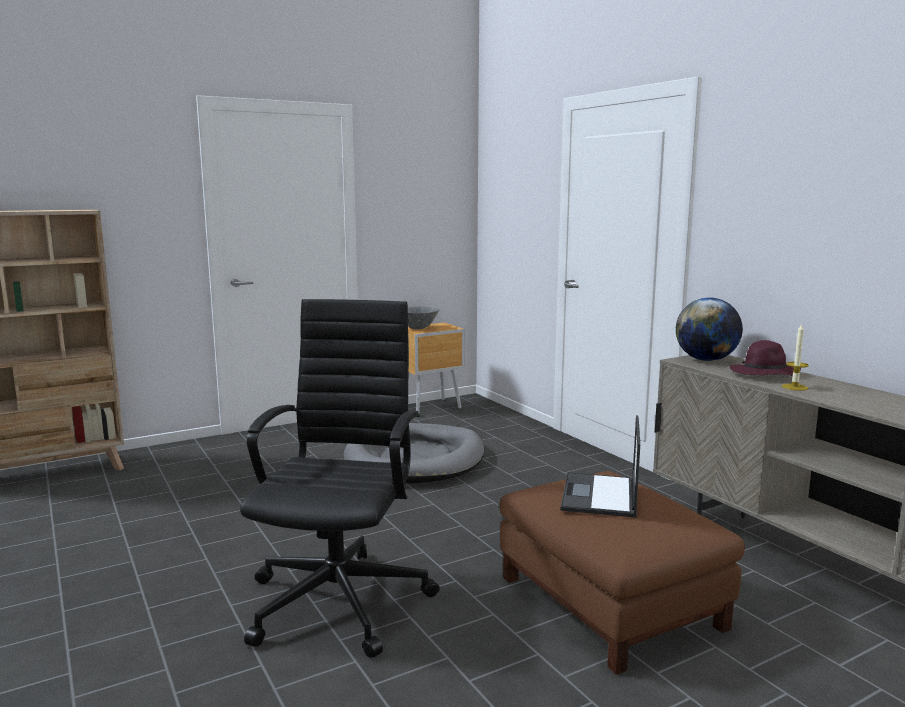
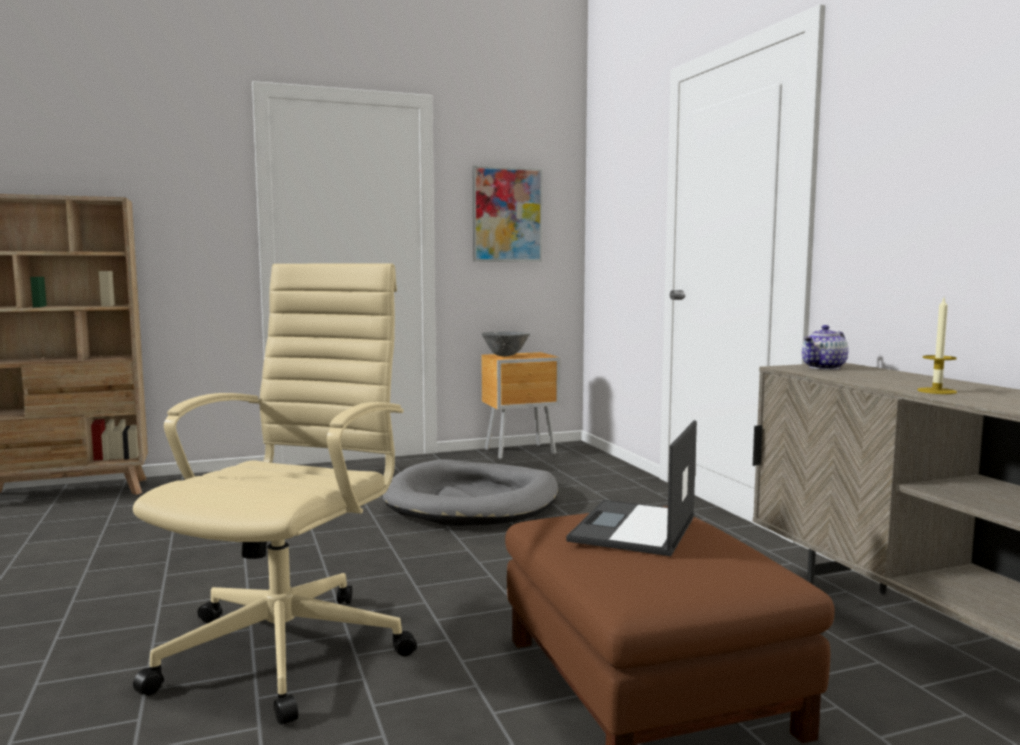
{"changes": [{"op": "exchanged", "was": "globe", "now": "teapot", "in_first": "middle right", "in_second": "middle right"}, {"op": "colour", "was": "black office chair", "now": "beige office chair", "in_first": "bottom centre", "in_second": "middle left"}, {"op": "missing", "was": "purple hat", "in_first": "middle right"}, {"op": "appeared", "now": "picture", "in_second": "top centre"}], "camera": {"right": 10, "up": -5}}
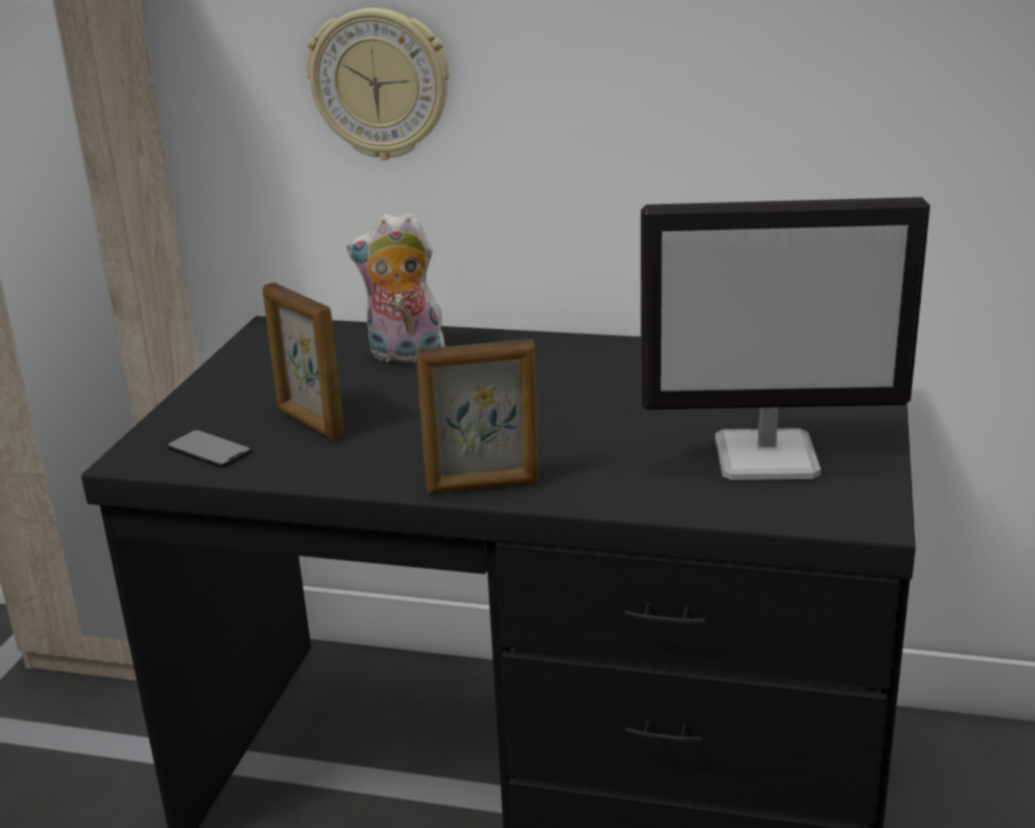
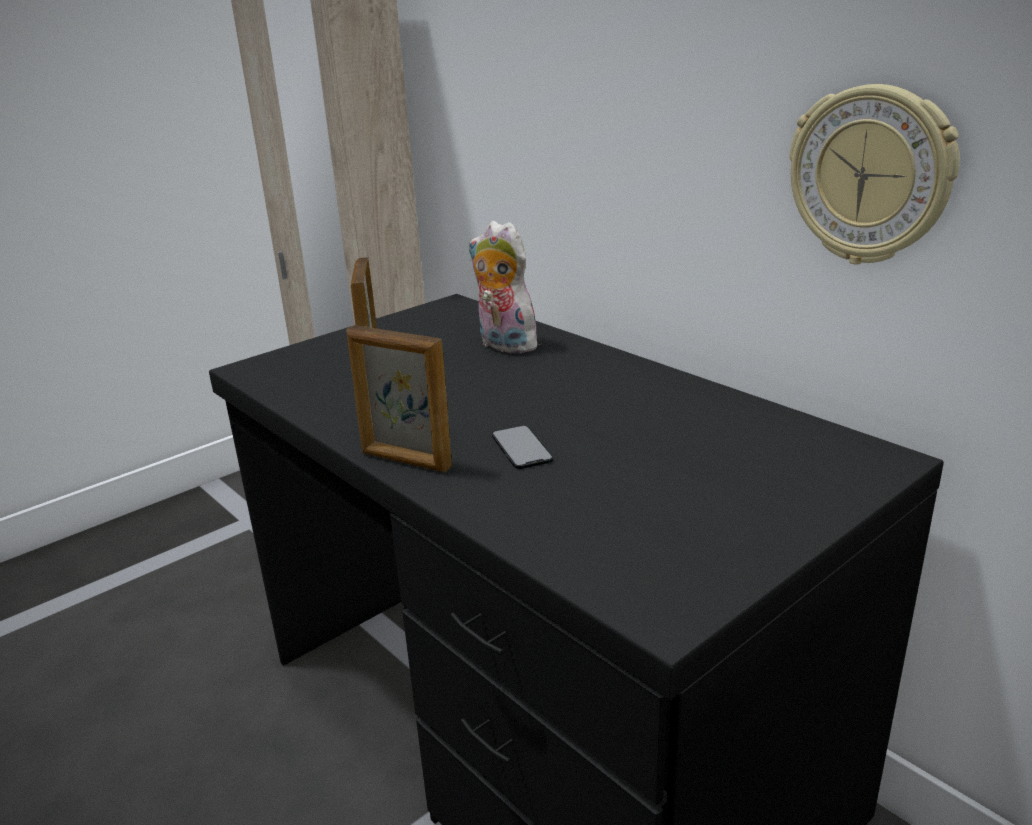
{"changes": [{"op": "relocated", "was": "wall clock", "in_first": "top centre", "in_second": "top right"}, {"op": "missing", "was": "monitor", "in_first": "middle right"}, {"op": "relocated", "was": "phone", "in_first": "middle left", "in_second": "centre"}], "camera": {"right": 35, "up": 0}}
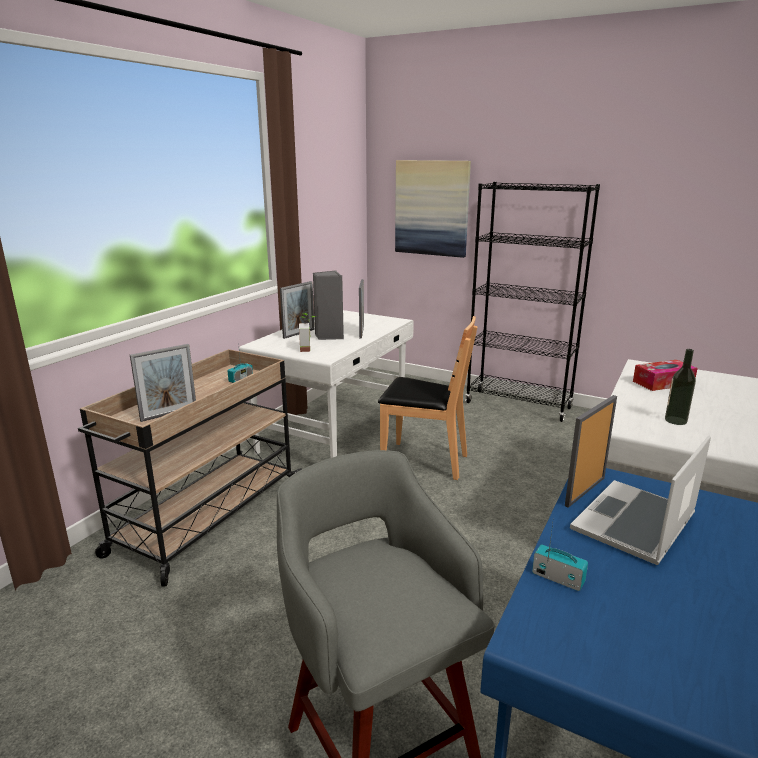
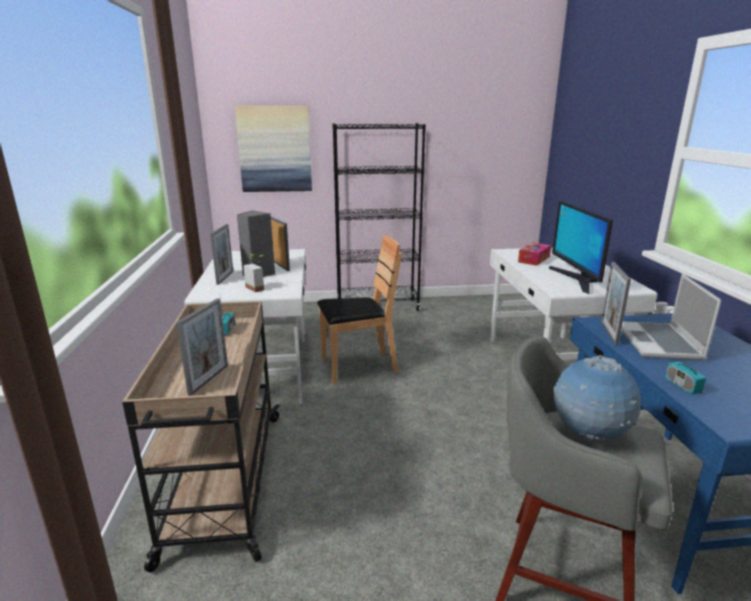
{"changes": [{"op": "exchanged", "was": "bottle", "now": "monitor", "in_first": "middle right", "in_second": "middle right"}, {"op": "spun", "was": "radio (no. 2 from left)", "in_first": "bottom right", "in_second": "middle right", "clockwise": -105}, {"op": "appeared", "now": "globe", "in_second": "middle right"}], "camera": {"right": -35, "up": 0}}
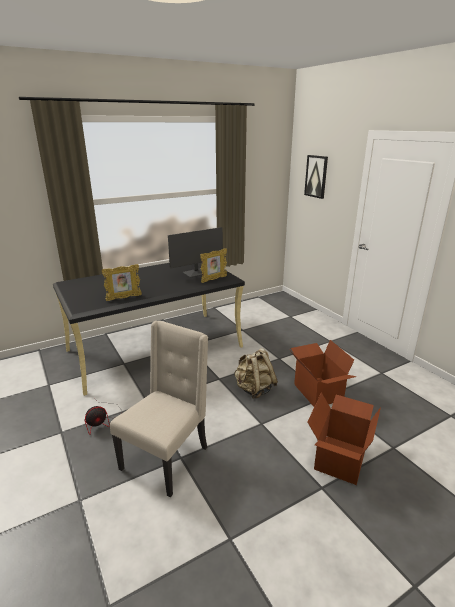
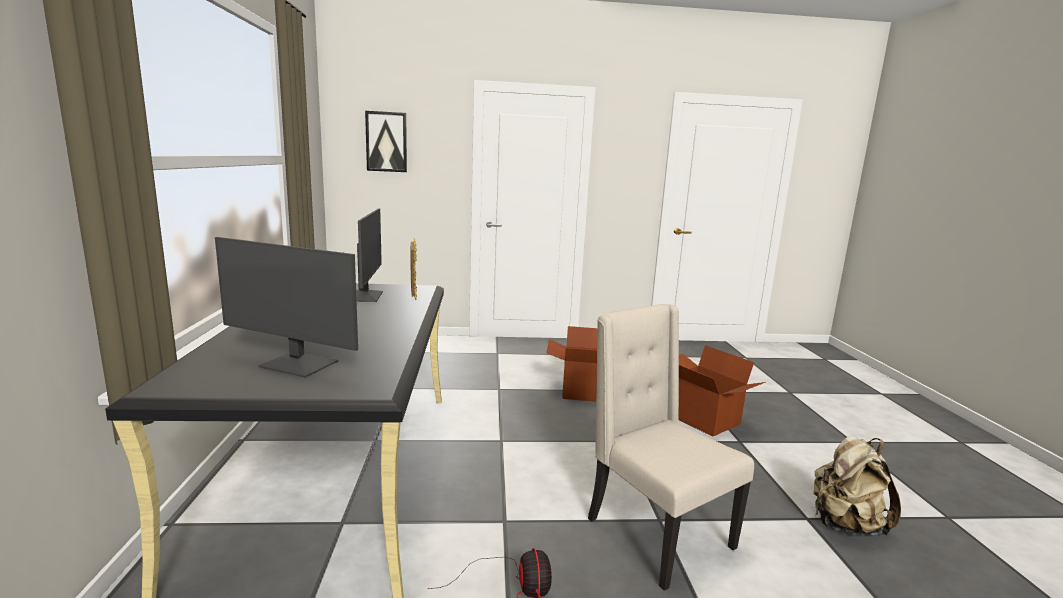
{"changes": [{"op": "missing", "was": "picture frame (no. 1 from left)", "in_first": "middle left"}, {"op": "relocated", "was": "beige backpack", "in_first": "centre", "in_second": "bottom right"}, {"op": "appeared", "now": "monitor (no. 1 from left)", "in_second": "middle left"}], "camera": {"right": -65, "up": -10}}
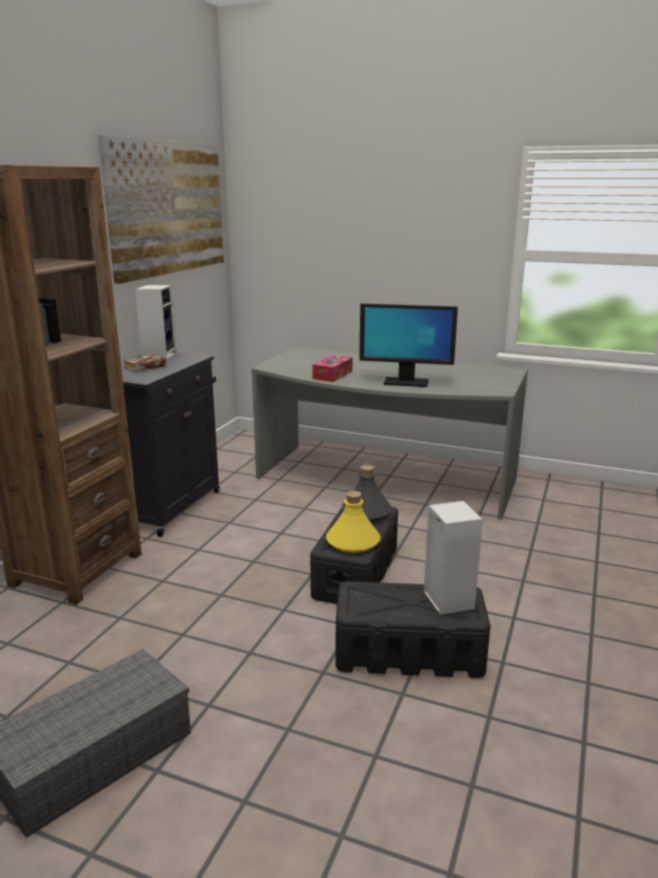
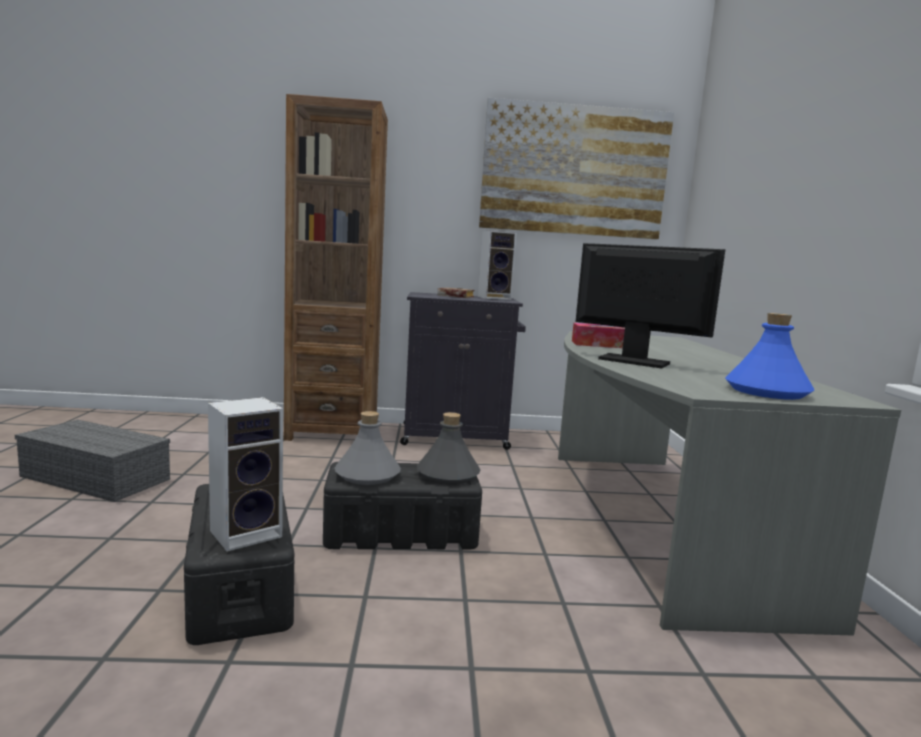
{"changes": [{"op": "spun", "was": "monitor", "in_first": "centre", "in_second": "middle right", "clockwise": 135}, {"op": "colour", "was": "yellow bottle", "now": "grey bottle (no. 1 from left)", "in_first": "centre", "in_second": "centre"}, {"op": "appeared", "now": "blue bottle", "in_second": "middle right"}], "camera": {"right": 65, "up": -10}}
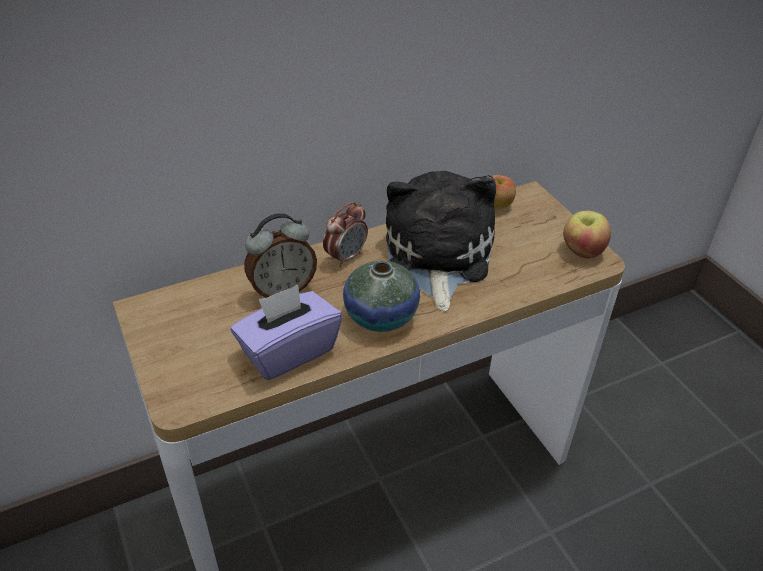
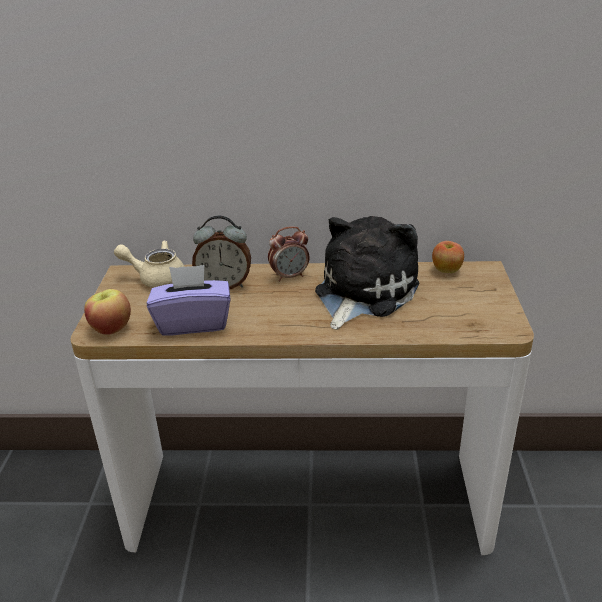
{"changes": [{"op": "relocated", "was": "apple (no. 2 from left in the first image)", "now": "apple (no. 1 from left)", "in_first": "middle right", "in_second": "middle left"}, {"op": "missing", "was": "vase", "in_first": "centre"}, {"op": "appeared", "now": "beige teapot", "in_second": "middle left"}], "camera": {"right": 30, "up": -10}}
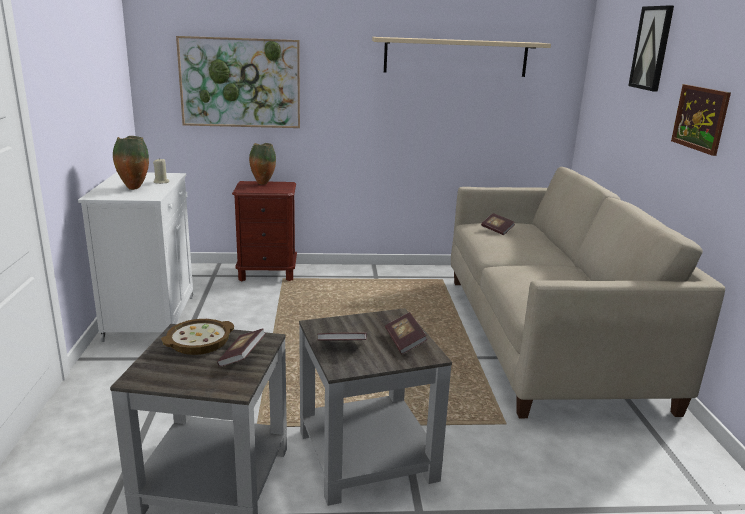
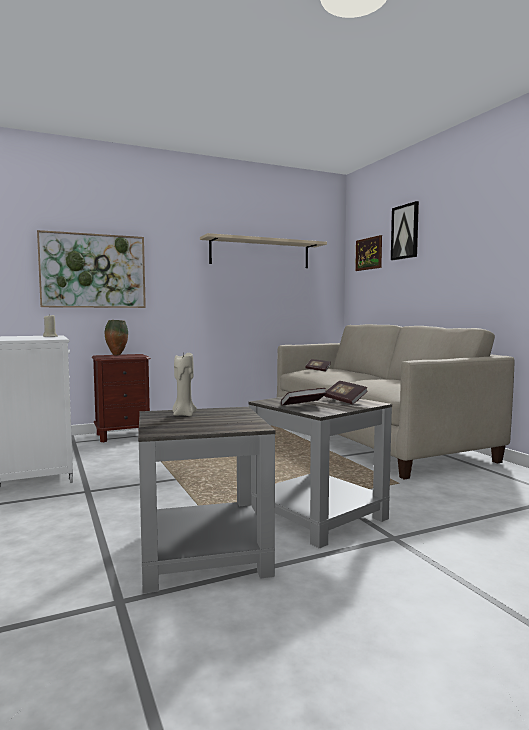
{"changes": [{"op": "relocated", "was": "picture (no. 3 from left in the first image)", "now": "picture (no. 2 from left)", "in_first": "top right", "in_second": "middle right"}, {"op": "missing", "was": "vase (no. 1 from left)", "in_first": "top left"}, {"op": "exchanged", "was": "bowl", "now": "beige candle (no. 2 from left)", "in_first": "middle left", "in_second": "centre"}, {"op": "missing", "was": "book (no. 1 from left)", "in_first": "bottom left"}], "camera": {"right": -20, "up": -15}}
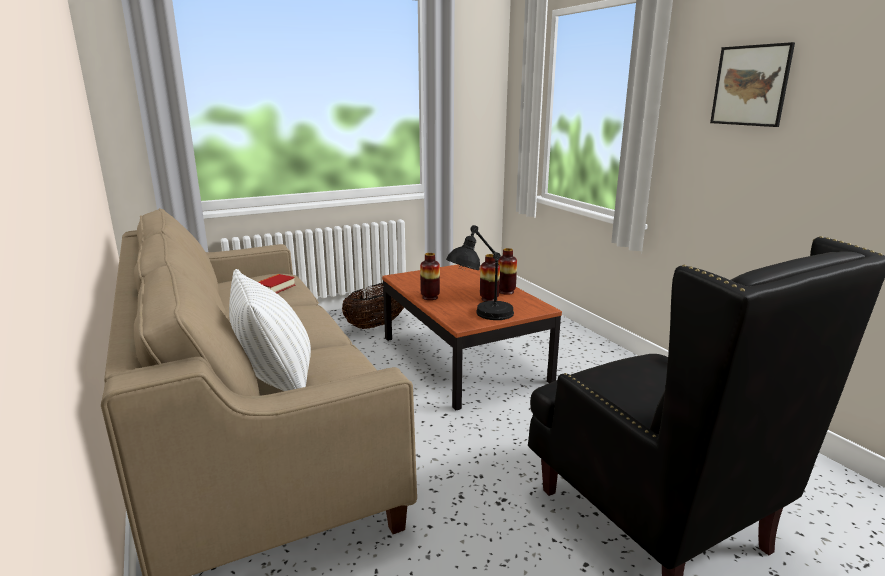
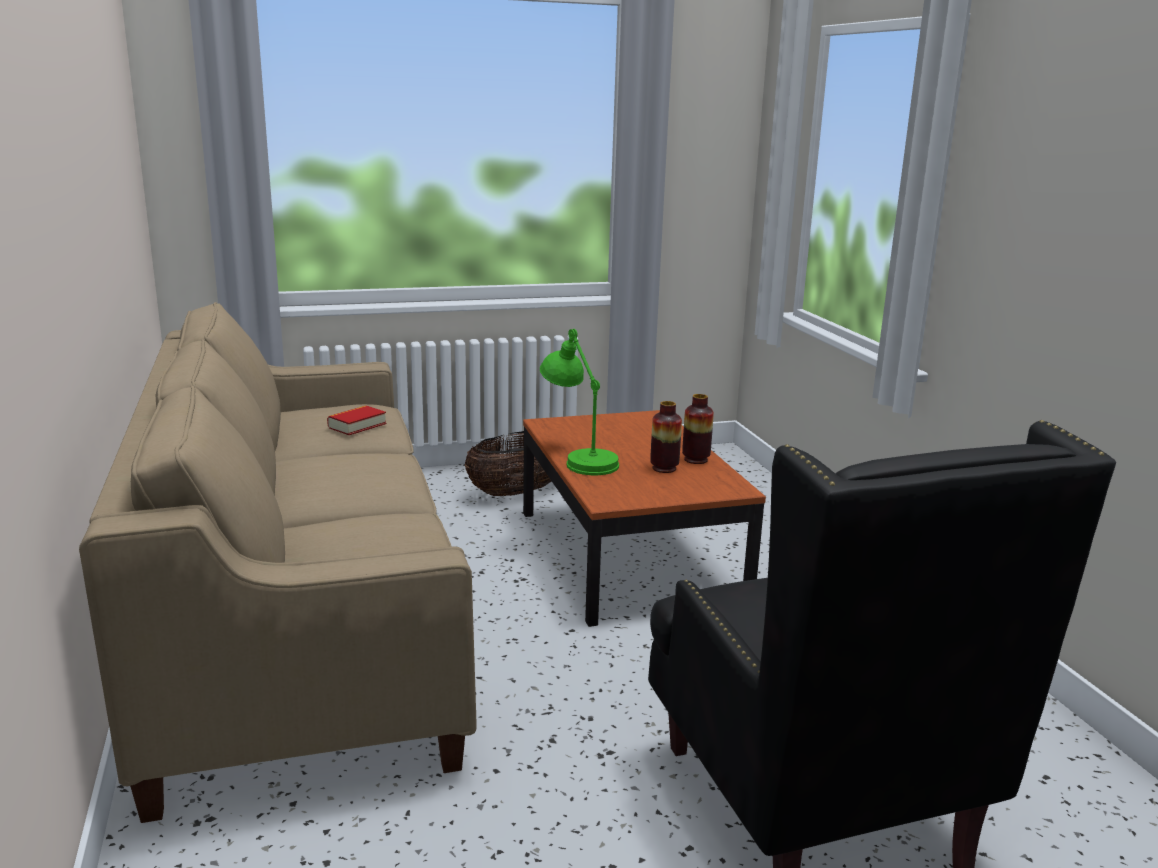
{"changes": [{"op": "missing", "was": "picture", "in_first": "top right"}, {"op": "missing", "was": "black table lamp", "in_first": "centre"}, {"op": "exchanged", "was": "vase (no. 1 from left)", "now": "green table lamp", "in_first": "centre", "in_second": "centre"}, {"op": "missing", "was": "white pillow", "in_first": "middle left"}], "camera": {"right": 10, "up": 0}}
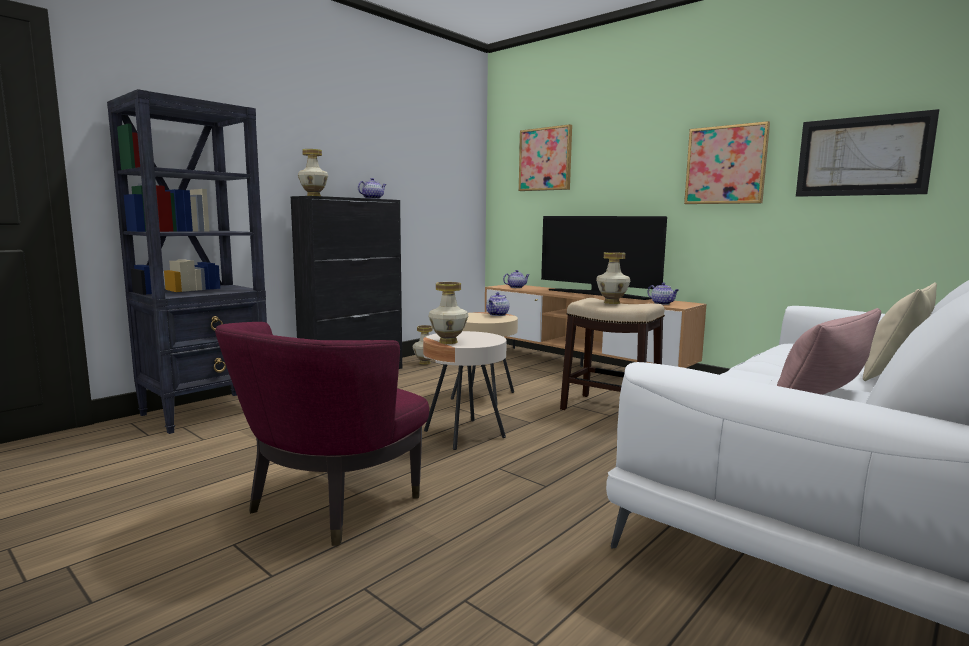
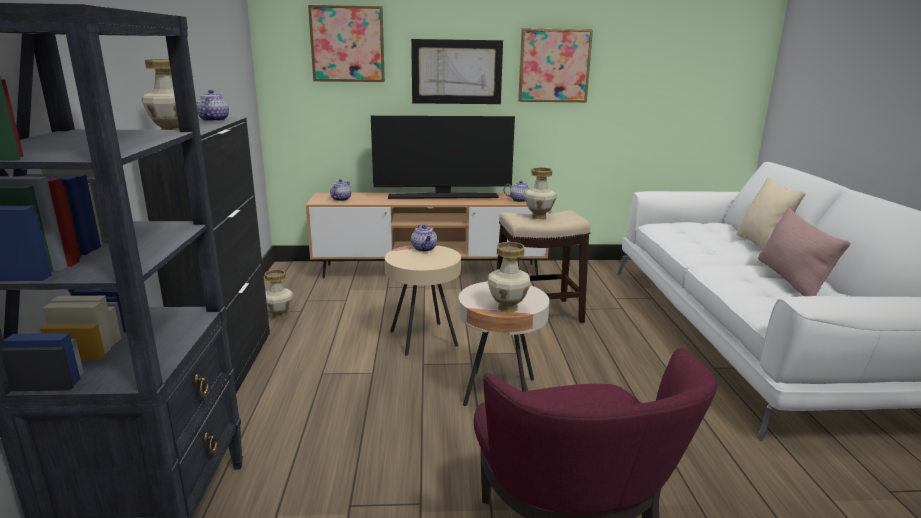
{"changes": [{"op": "relocated", "was": "picture (no. 3 from left in the first image)", "now": "picture (no. 2 from left)", "in_first": "top right", "in_second": "top centre"}], "camera": {"right": -45, "up": 10}}
